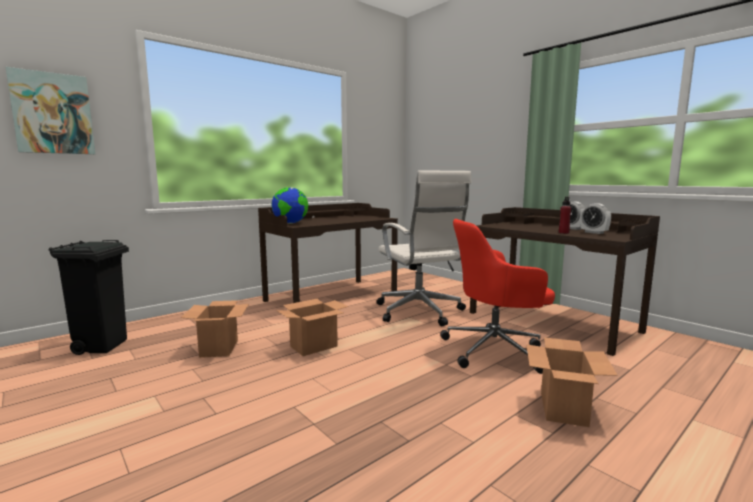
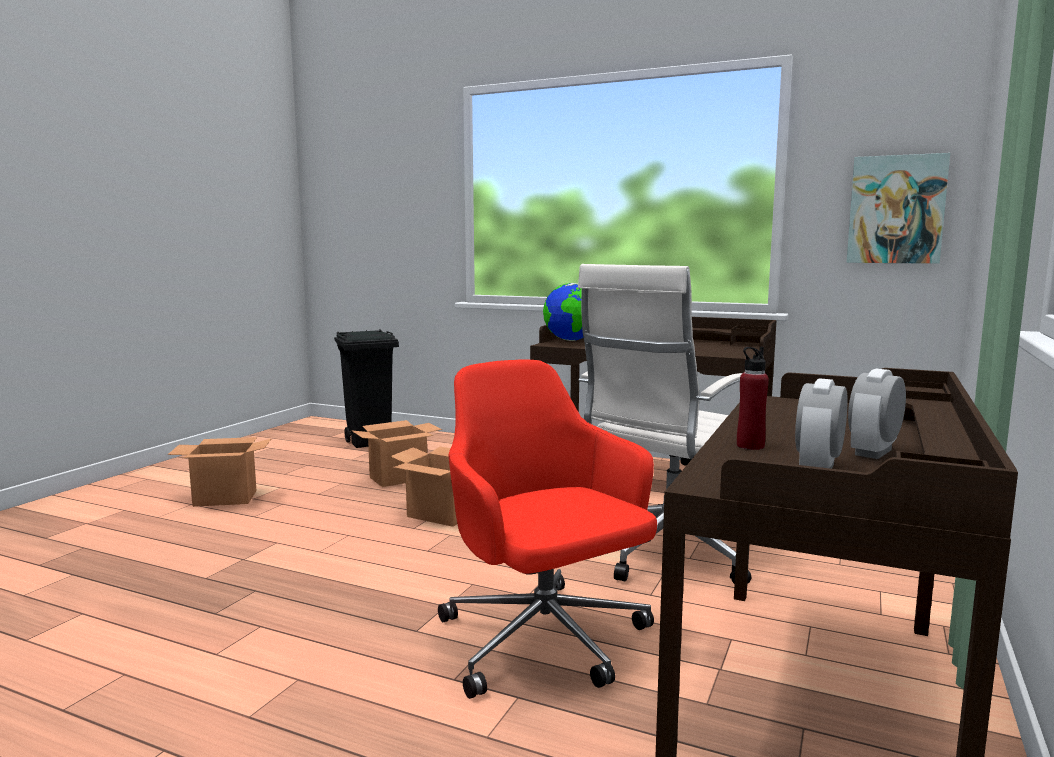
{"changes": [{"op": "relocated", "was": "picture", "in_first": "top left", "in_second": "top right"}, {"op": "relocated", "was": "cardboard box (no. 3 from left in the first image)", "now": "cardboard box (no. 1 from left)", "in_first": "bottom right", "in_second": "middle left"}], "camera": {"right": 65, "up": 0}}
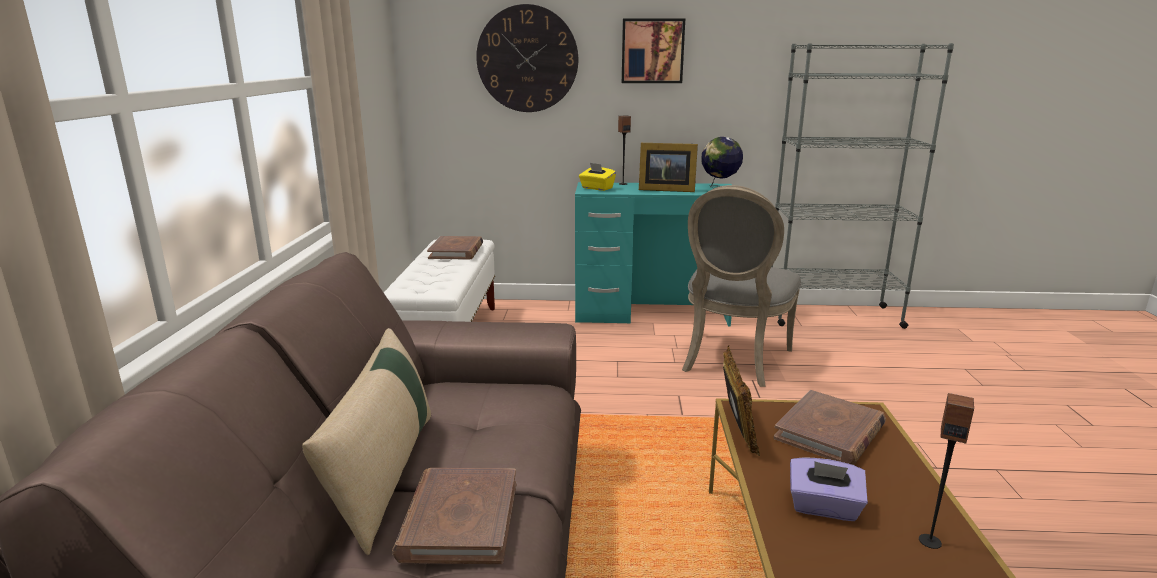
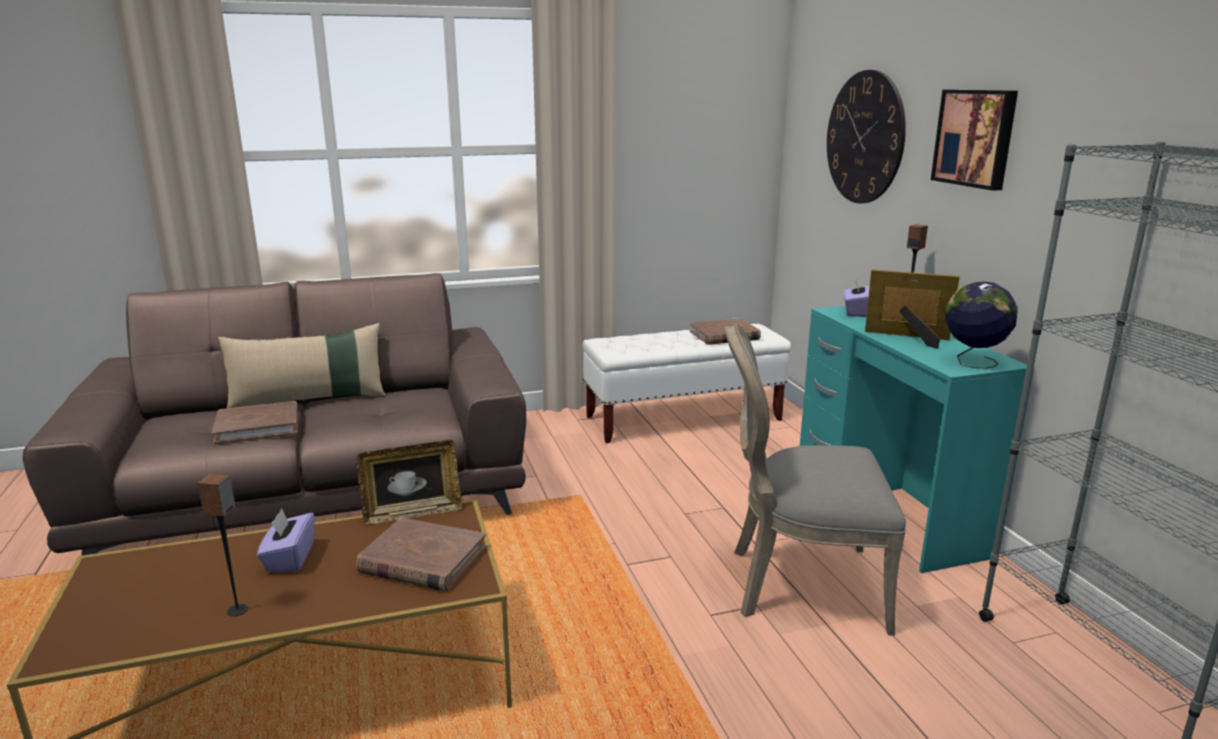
{"changes": [{"op": "spun", "was": "picture frame (no. 1 from left in the first image)", "in_first": "top centre", "in_second": "middle right", "clockwise": 120}, {"op": "colour", "was": "yellow tissue box", "now": "purple tissue box (no. 2 from left)", "in_first": "top centre", "in_second": "middle right"}], "camera": {"right": 70, "up": 0}}
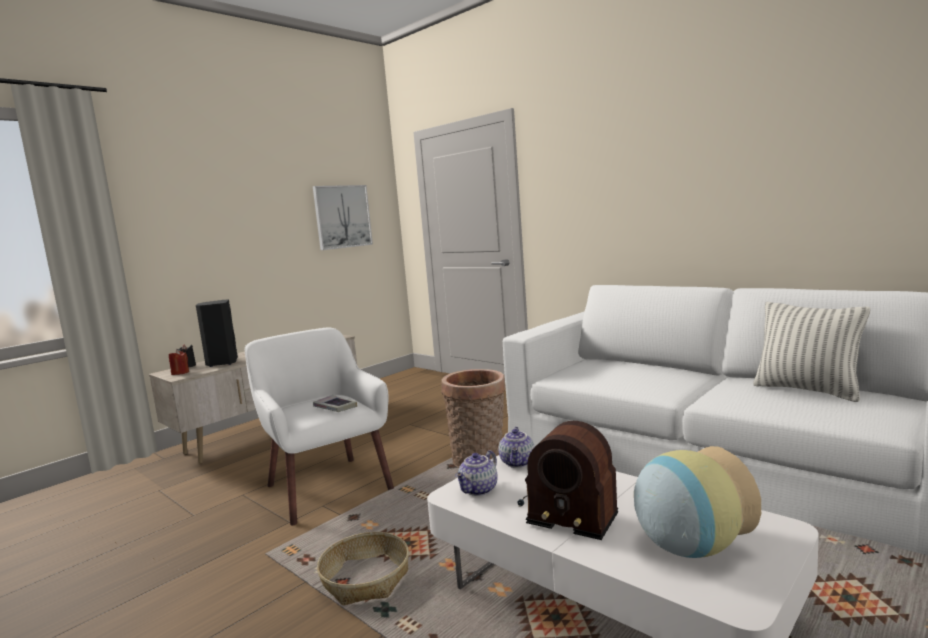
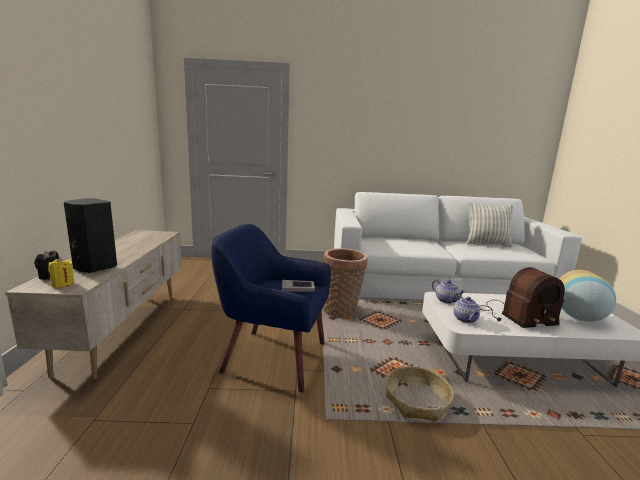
{"changes": [{"op": "missing", "was": "picture", "in_first": "centre"}, {"op": "colour", "was": "white armchair", "now": "blue armchair", "in_first": "bottom centre", "in_second": "centre"}, {"op": "colour", "was": "red candle", "now": "yellow candle", "in_first": "middle left", "in_second": "middle left"}], "camera": {"right": -45, "up": 5}}
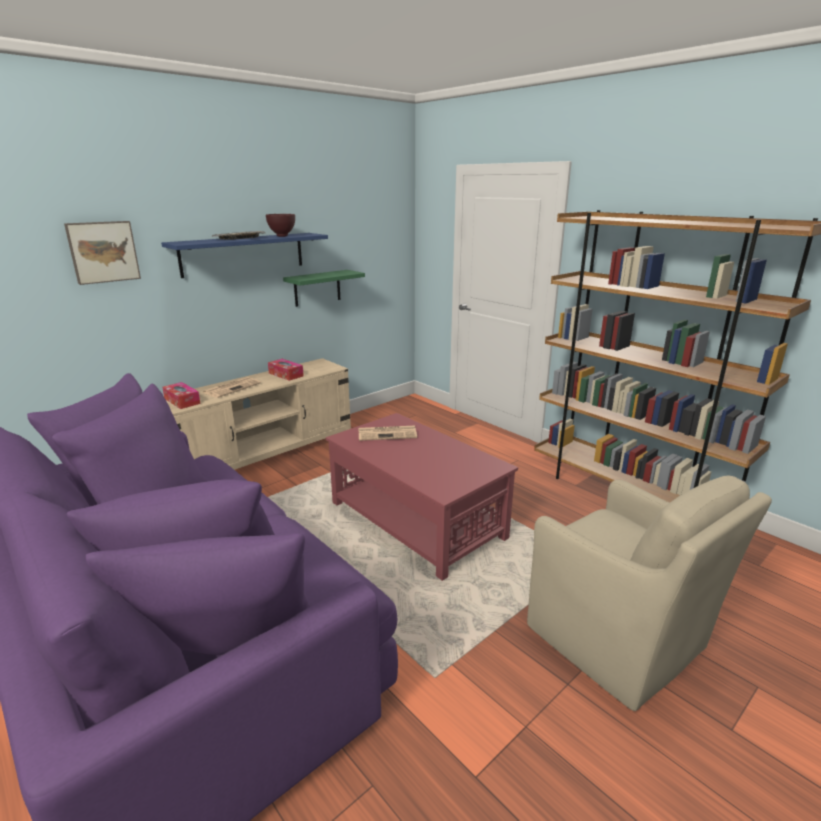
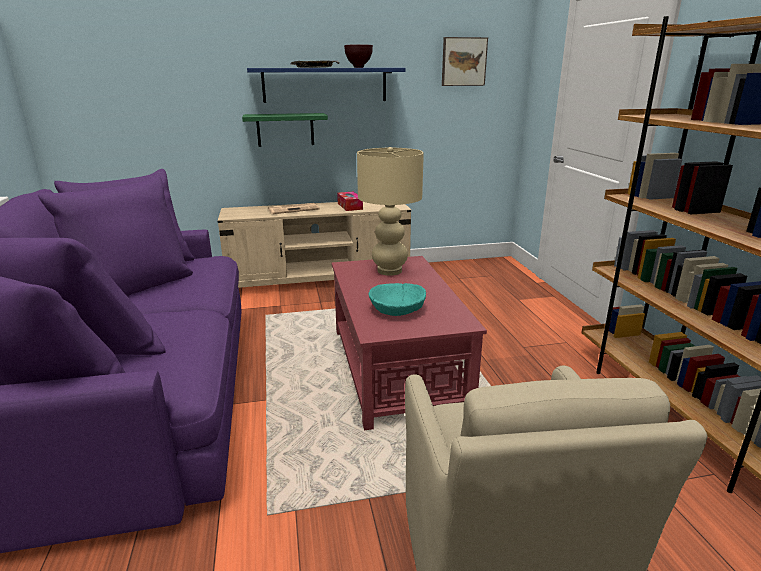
{"changes": [{"op": "relocated", "was": "picture", "in_first": "top left", "in_second": "top centre"}, {"op": "relocated", "was": "green shelf", "in_first": "centre", "in_second": "top centre"}, {"op": "missing", "was": "tissue box (no. 1 from left)", "in_first": "middle left"}, {"op": "exchanged", "was": "newspaper (no. 2 from left)", "now": "beige table lamp", "in_first": "centre", "in_second": "centre"}, {"op": "appeared", "now": "turquoise bowl", "in_second": "centre"}], "camera": {"right": 30, "up": 0}}
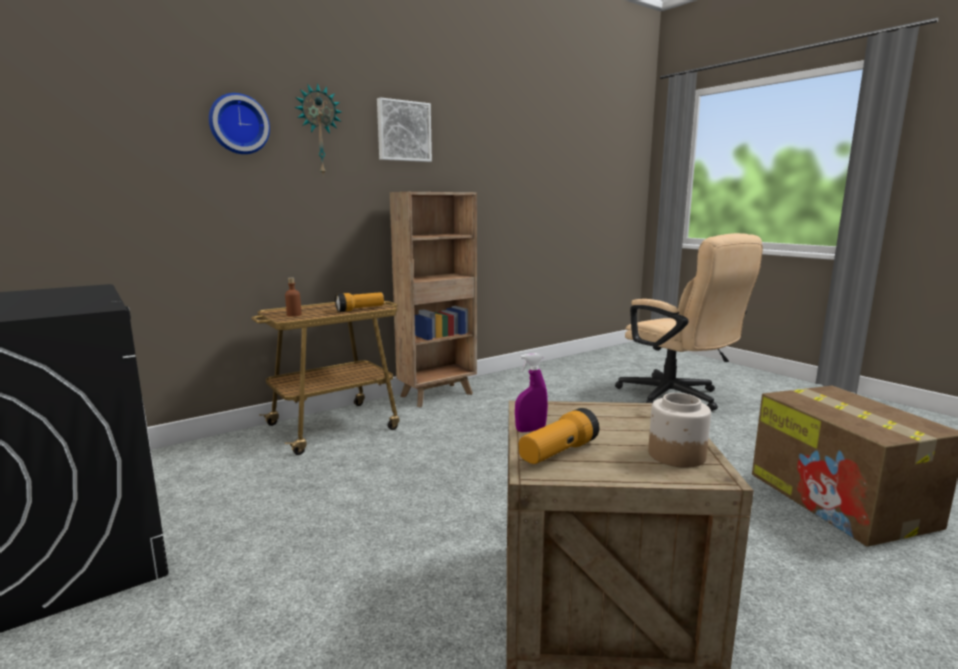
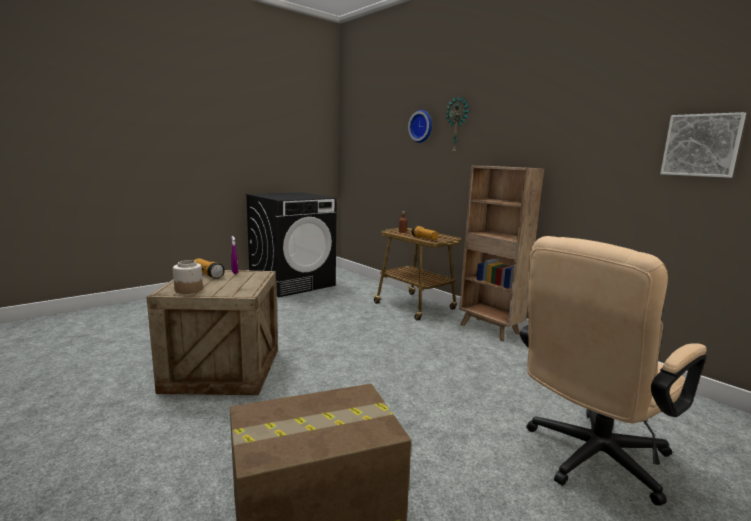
{"changes": [{"op": "relocated", "was": "picture", "in_first": "top centre", "in_second": "top right"}], "camera": {"right": 85, "up": 0}}
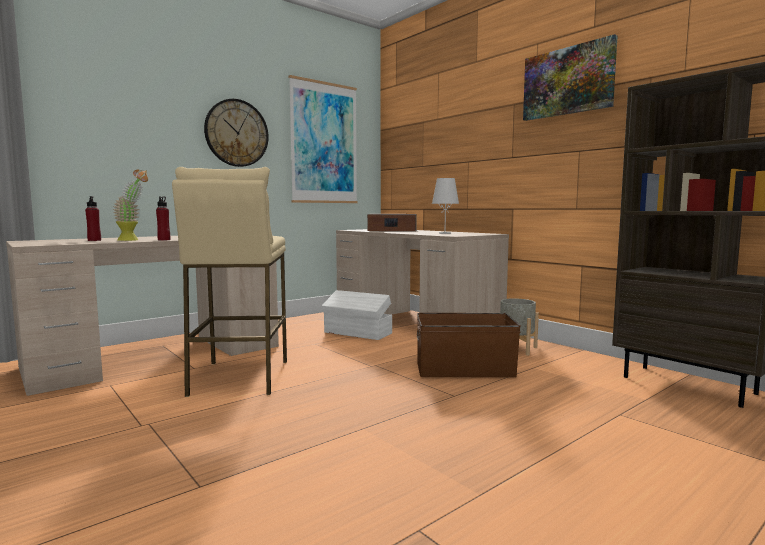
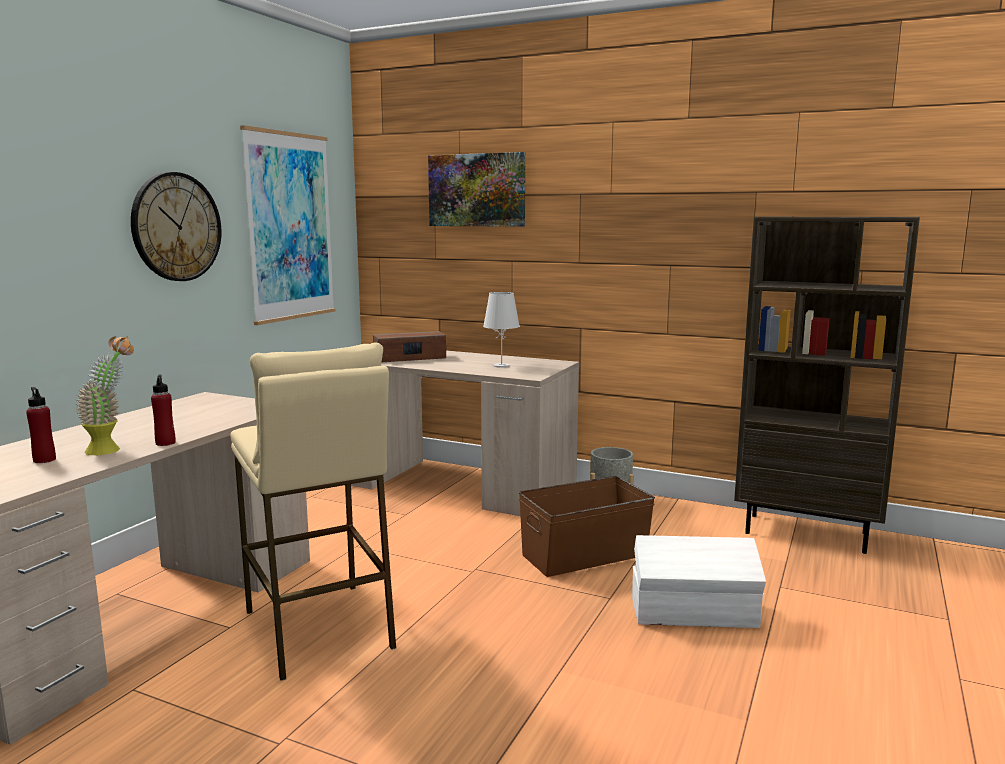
{"changes": [{"op": "relocated", "was": "picture (no. 2 from left)", "in_first": "top right", "in_second": "top centre"}, {"op": "relocated", "was": "white storage box", "in_first": "centre", "in_second": "bottom right"}], "camera": {"right": -25, "up": 5}}
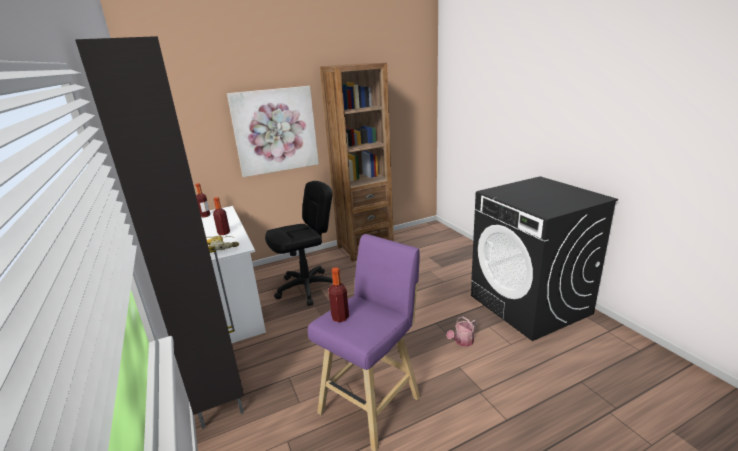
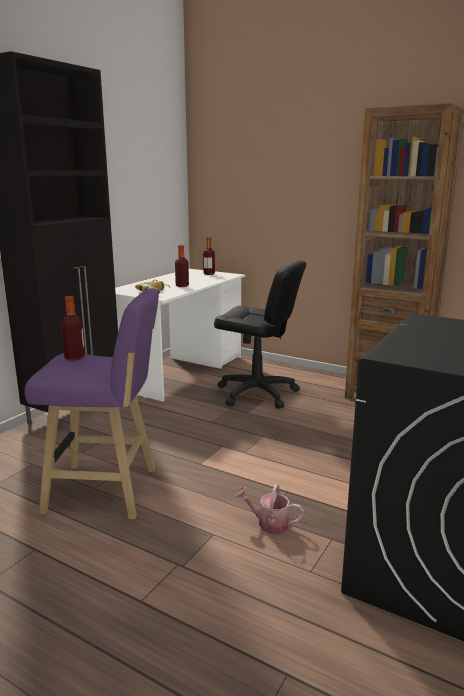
{"changes": [{"op": "missing", "was": "picture", "in_first": "top centre"}], "camera": {"right": 55, "up": -5}}
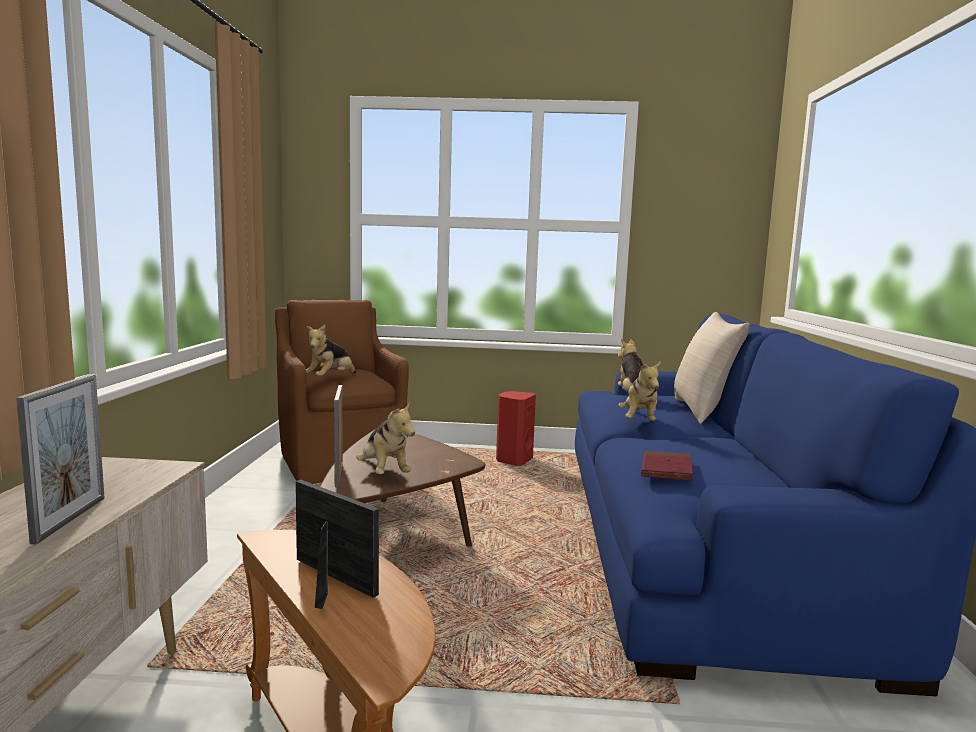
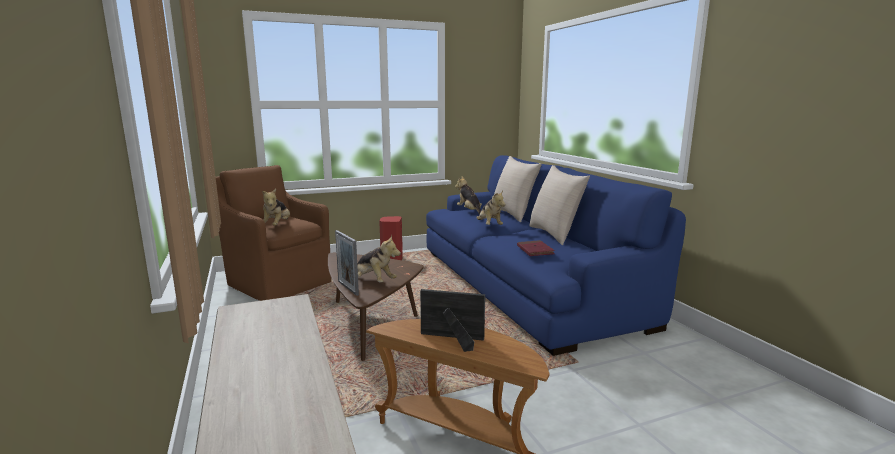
{"changes": [{"op": "missing", "was": "picture frame (no. 1 from left)", "in_first": "middle left"}, {"op": "appeared", "now": "beige pillow (no. 2 from left)", "in_second": "centre"}], "camera": {"right": -25, "up": 5}}
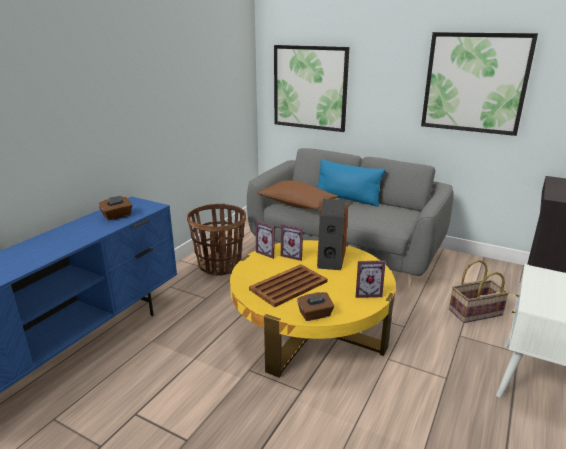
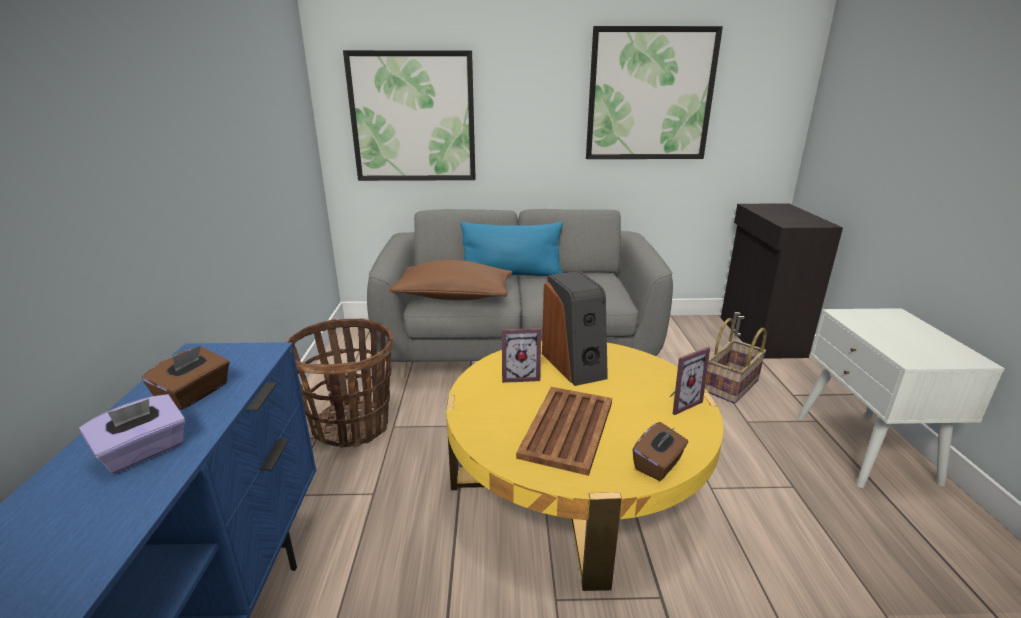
{"changes": [{"op": "missing", "was": "picture frame (no. 1 from left)", "in_first": "centre"}, {"op": "appeared", "now": "purple tissue box", "in_second": "bottom left"}], "camera": {"right": -30, "up": 0}}
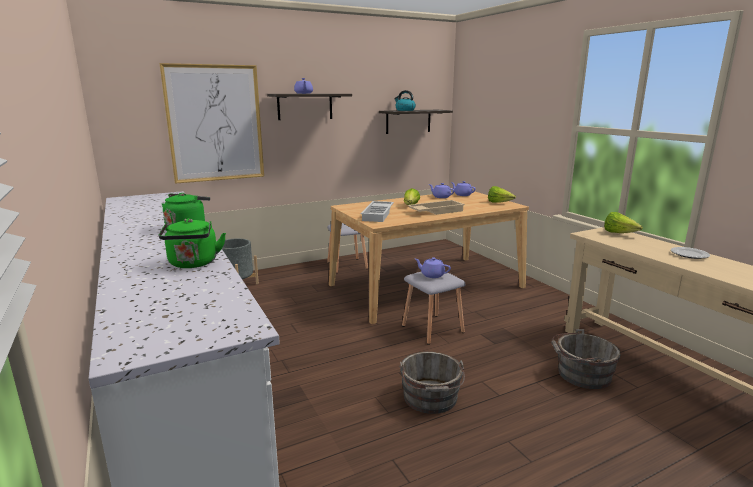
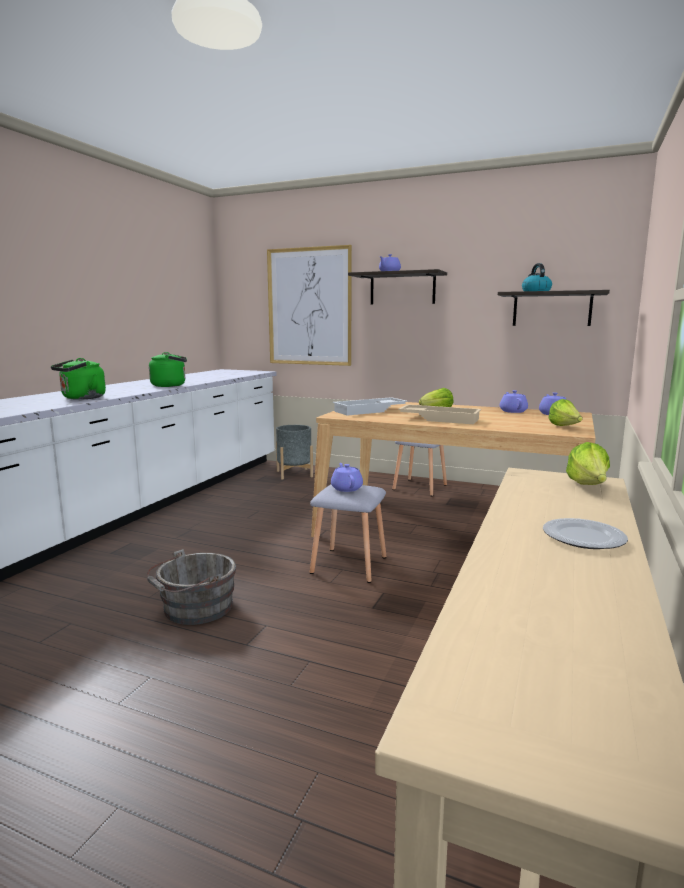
{"changes": [{"op": "missing", "was": "grey bucket (no. 2 from left)", "in_first": "bottom right"}], "camera": {"right": 50, "up": -5}}
